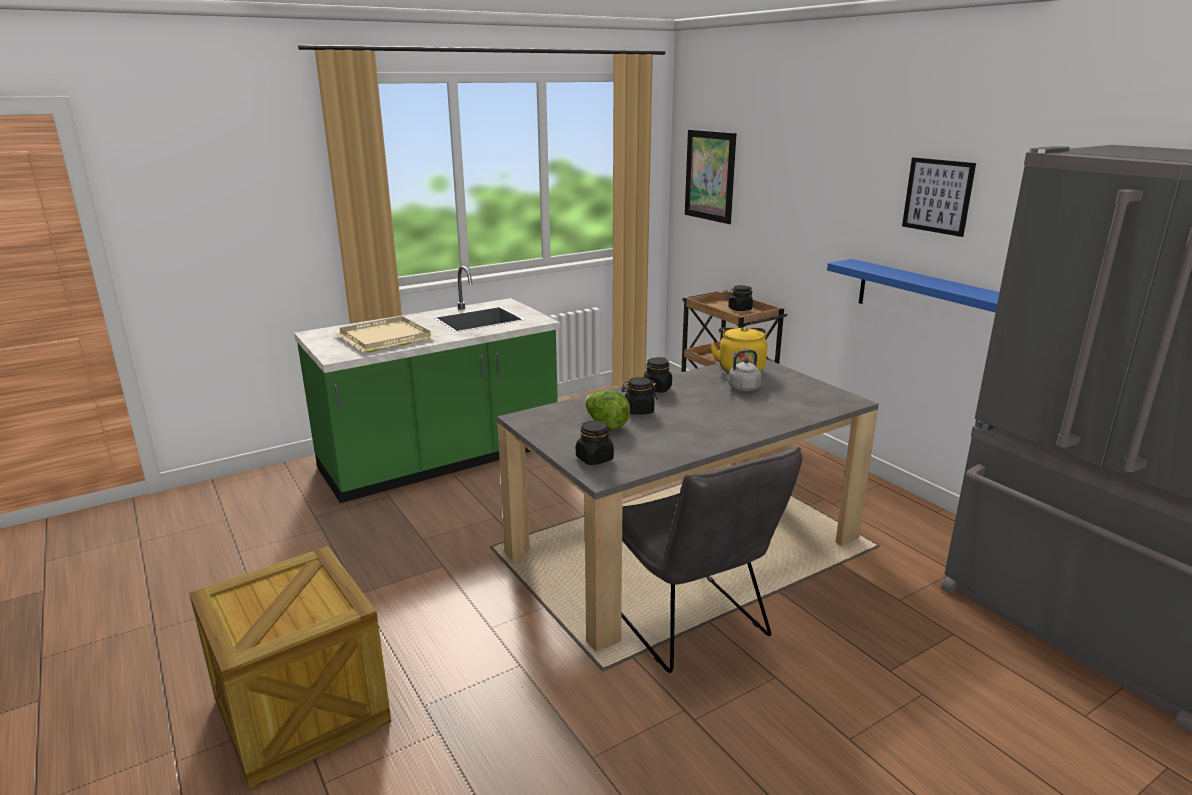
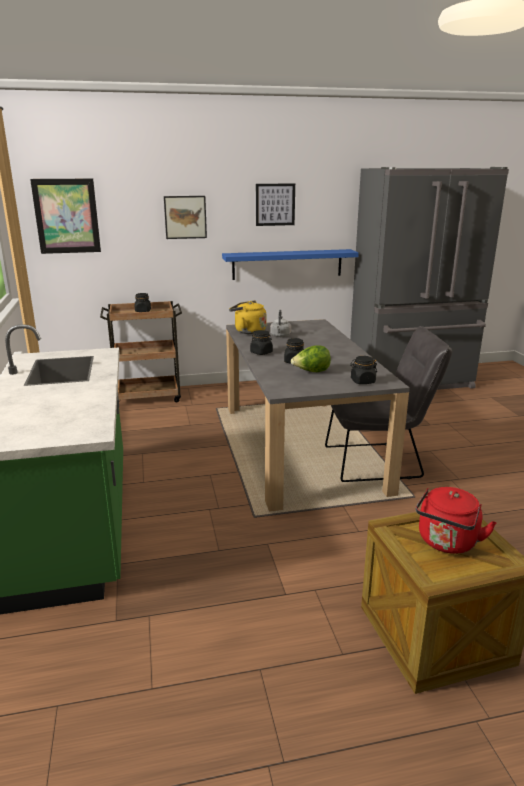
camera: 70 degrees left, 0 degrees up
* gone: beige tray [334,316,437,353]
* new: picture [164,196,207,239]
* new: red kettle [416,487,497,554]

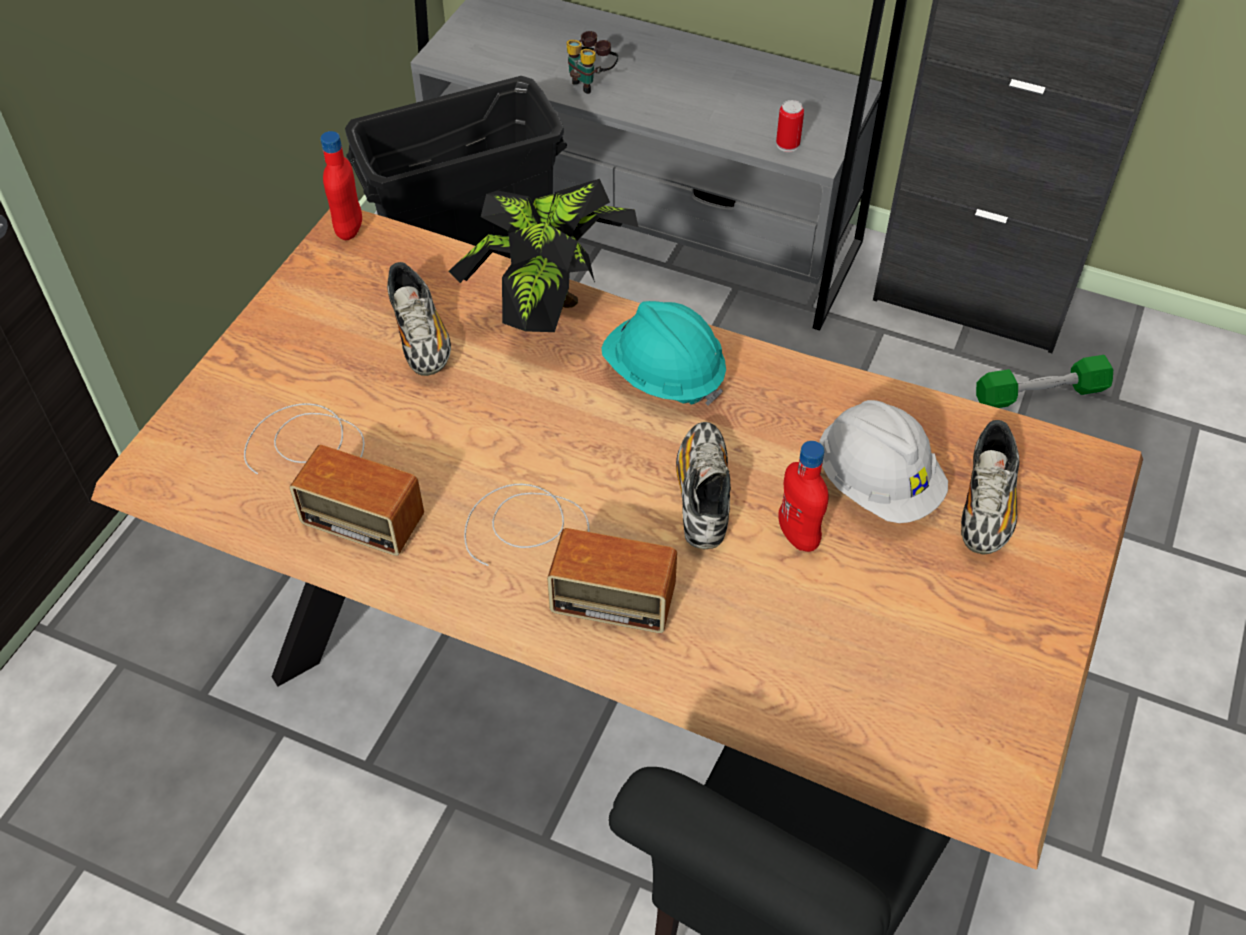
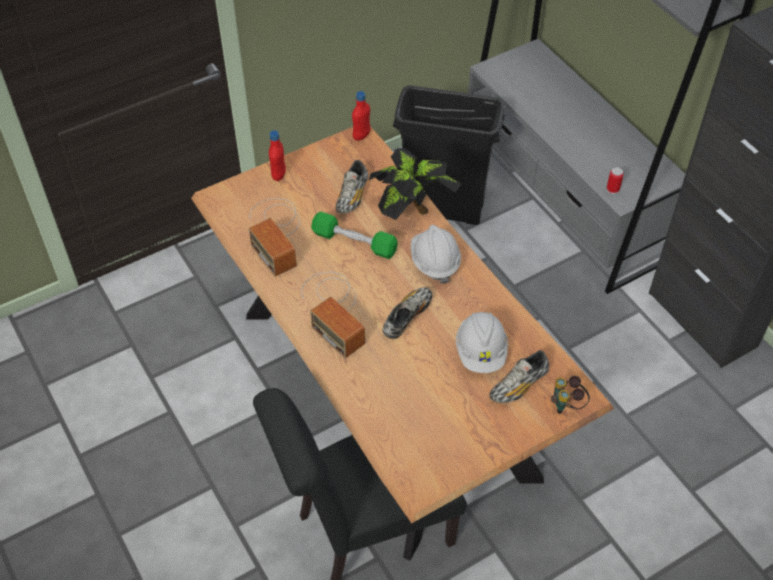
camera: 35 degrees right, 0 degrees up
* shifted: binoculars [566,31,618,94] to [551,376,590,414]
* repainted: turquoise hard hat [602,301,726,406] to white hard hat [411,225,461,284]
* shifted: green dumbbell [976,355,1113,408] to [311,212,398,259]
* shifted: red bottle [778,441,829,552] to [269,130,286,181]

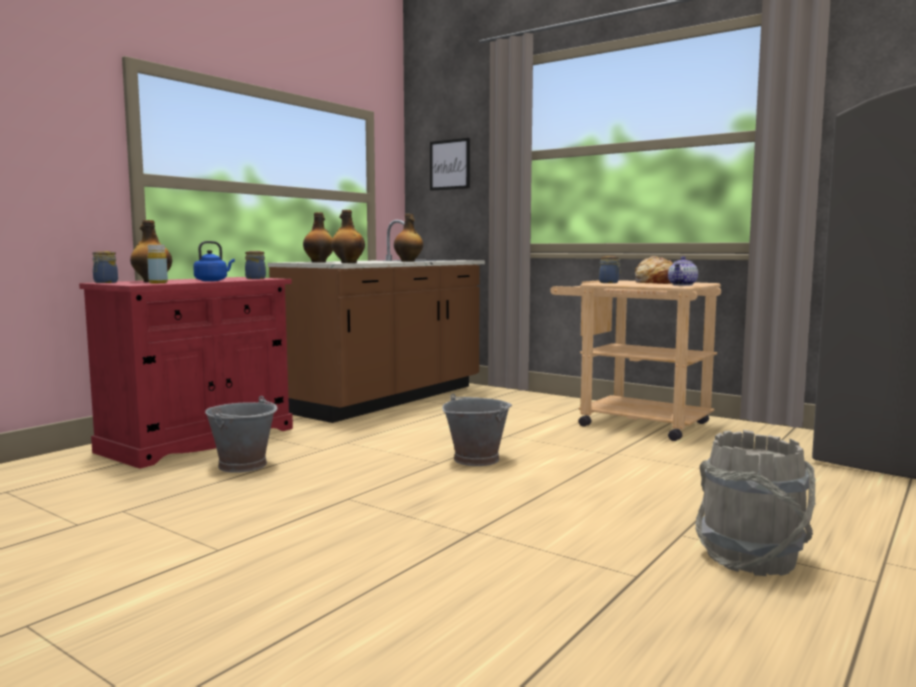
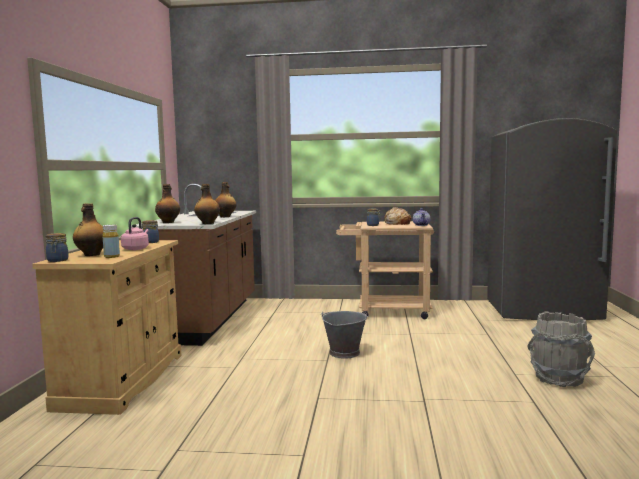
camera: 30 degrees left, 0 degrees up
* gone: picture [430,138,470,191]
* repainted: blue kettle [193,241,235,281] to pink kettle [121,217,149,250]
* repainted: red cabinet [79,277,293,469] to beige cabinet [32,240,181,415]
* gone: grey bucket [205,396,277,473]

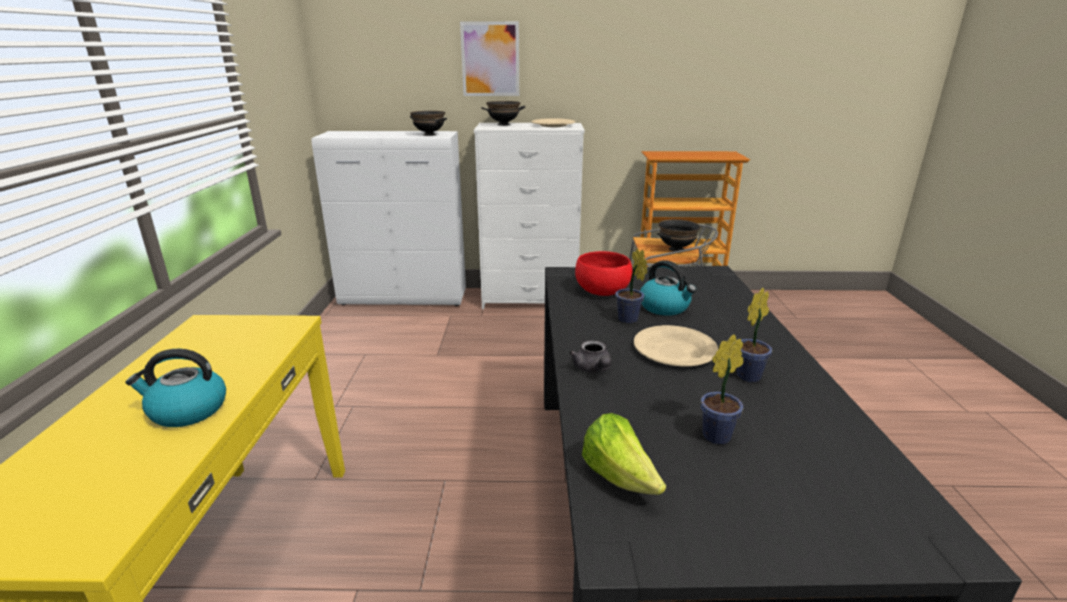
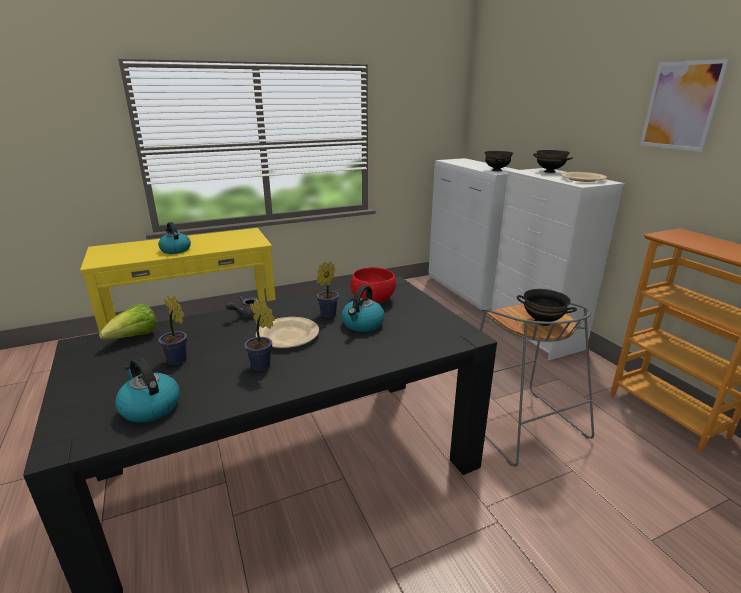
camera: 65 degrees right, 0 degrees up
* shifted: picture [460,21,519,96] to [640,59,730,152]
* new: kettle [115,357,180,423]

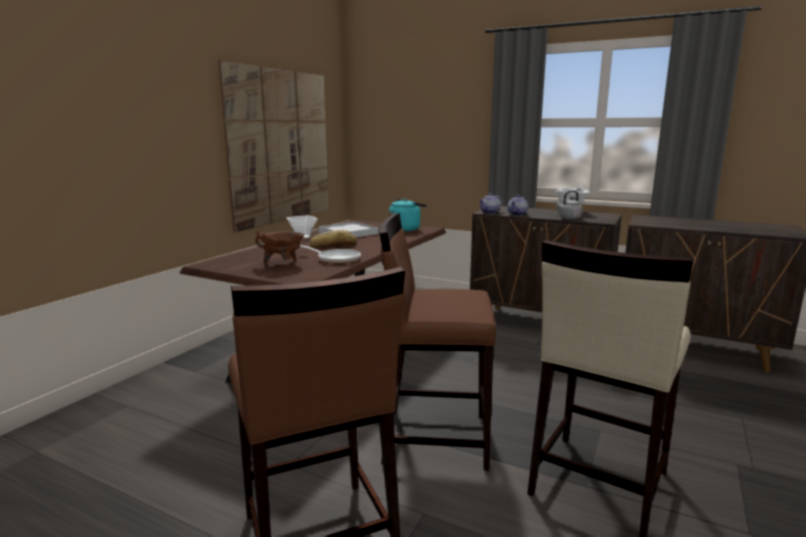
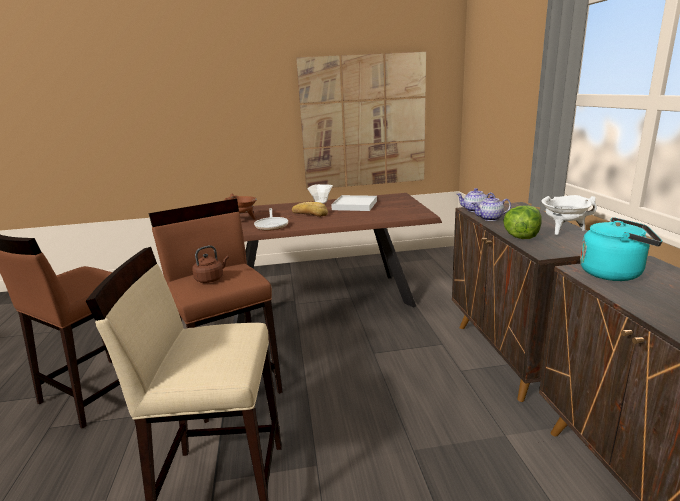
camera: 55 degrees right, 5 degrees up
* swapped: grey kettle [555,191,583,219] to lettuce [503,205,542,239]
* shifted: turquoise kettle [389,198,427,231] to [580,217,662,281]
* new: brown kettle [192,245,229,283]

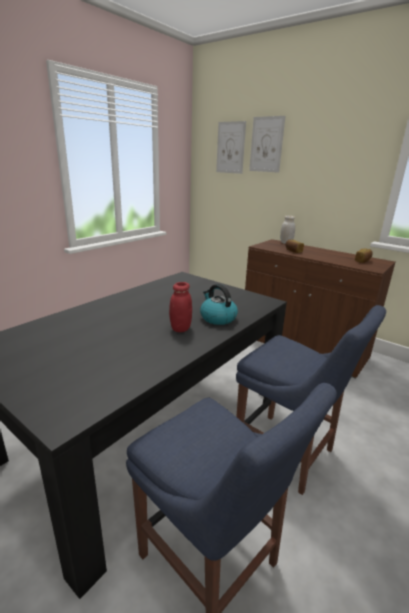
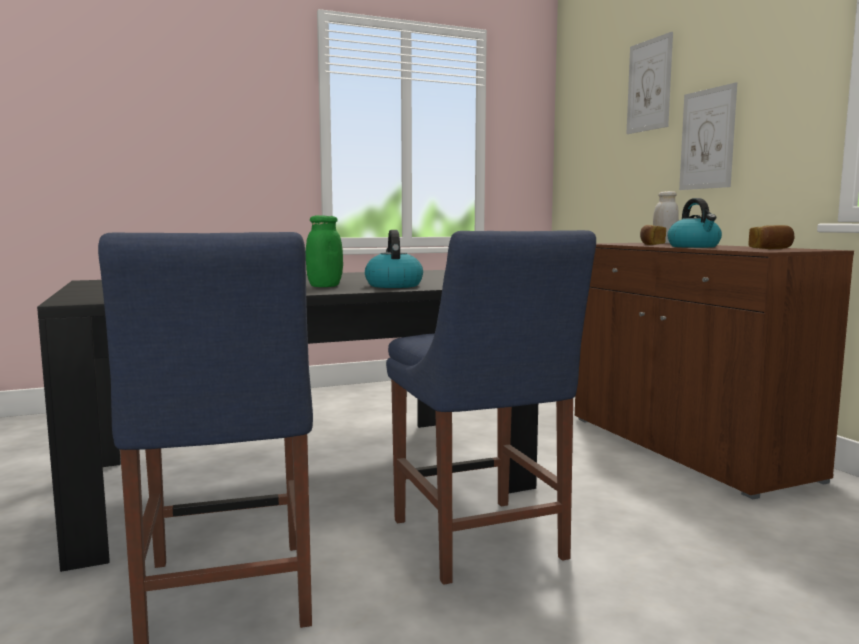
camera: 30 degrees right, 15 degrees down
* shifted: picture [216,121,246,174] to [679,83,737,190]
* repainted: red jar [169,282,192,332] to green jar [306,215,343,287]
* new: kettle [667,198,722,248]

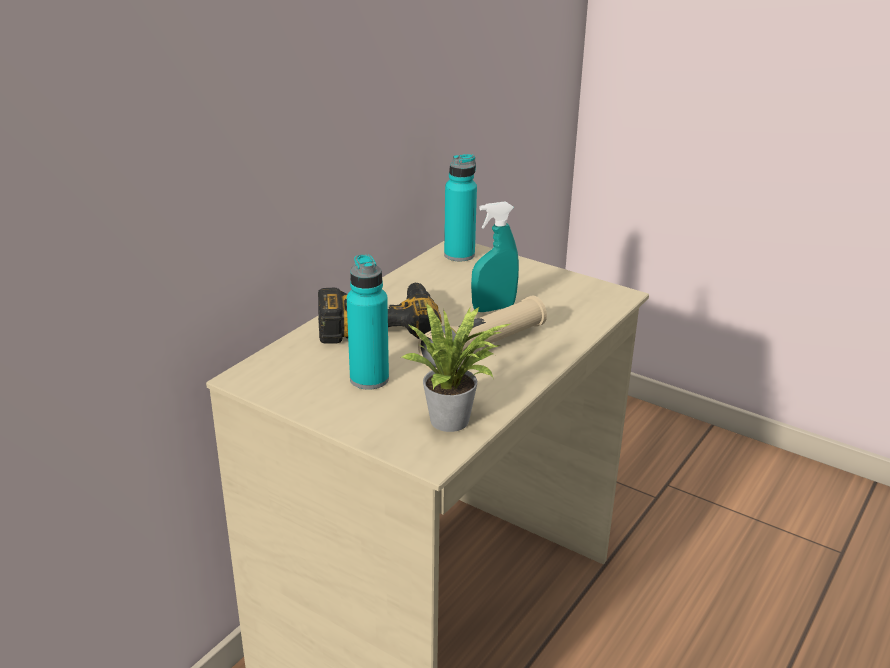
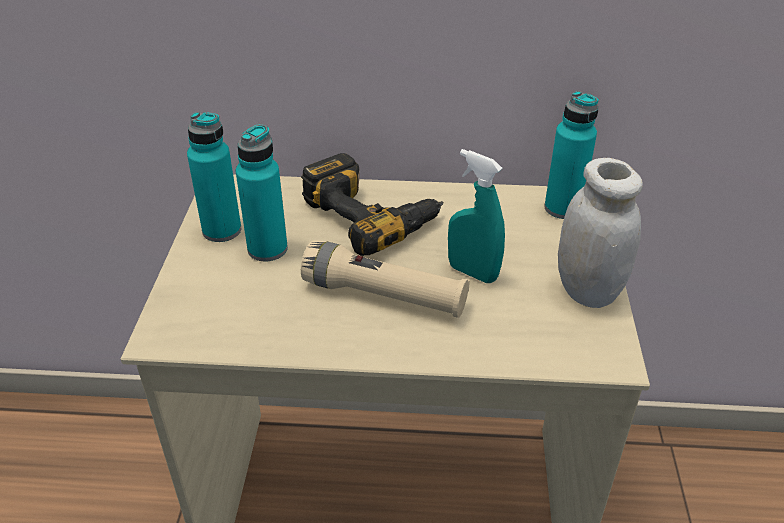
camera: 60 degrees right, 10 degrees up
* gone: potted plant [402,303,510,432]
* new: turquoise bottle [187,112,241,242]
* new: white jar [558,158,643,308]

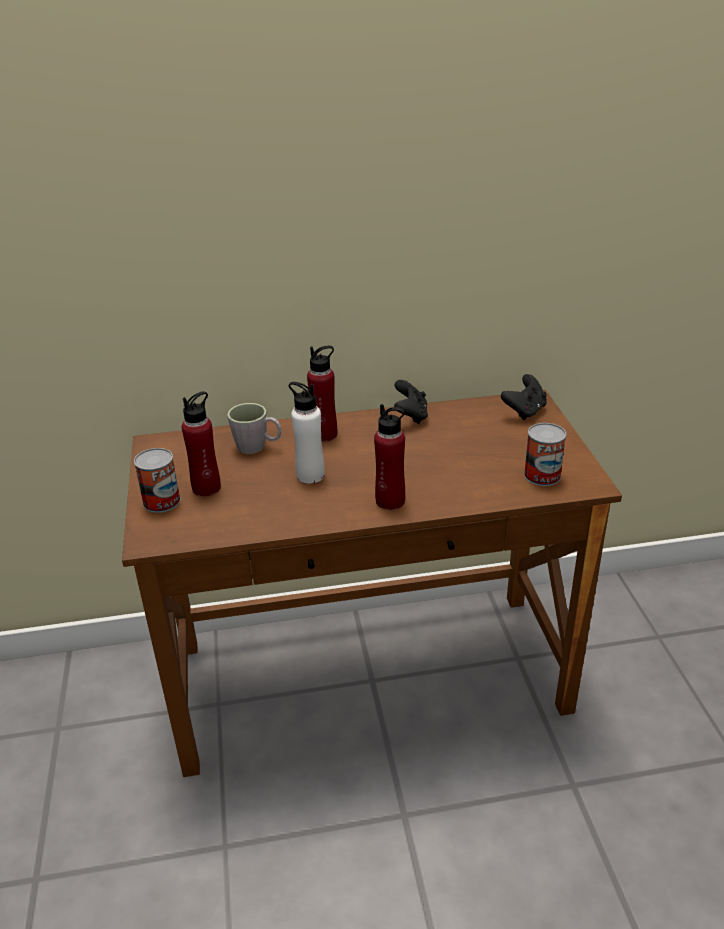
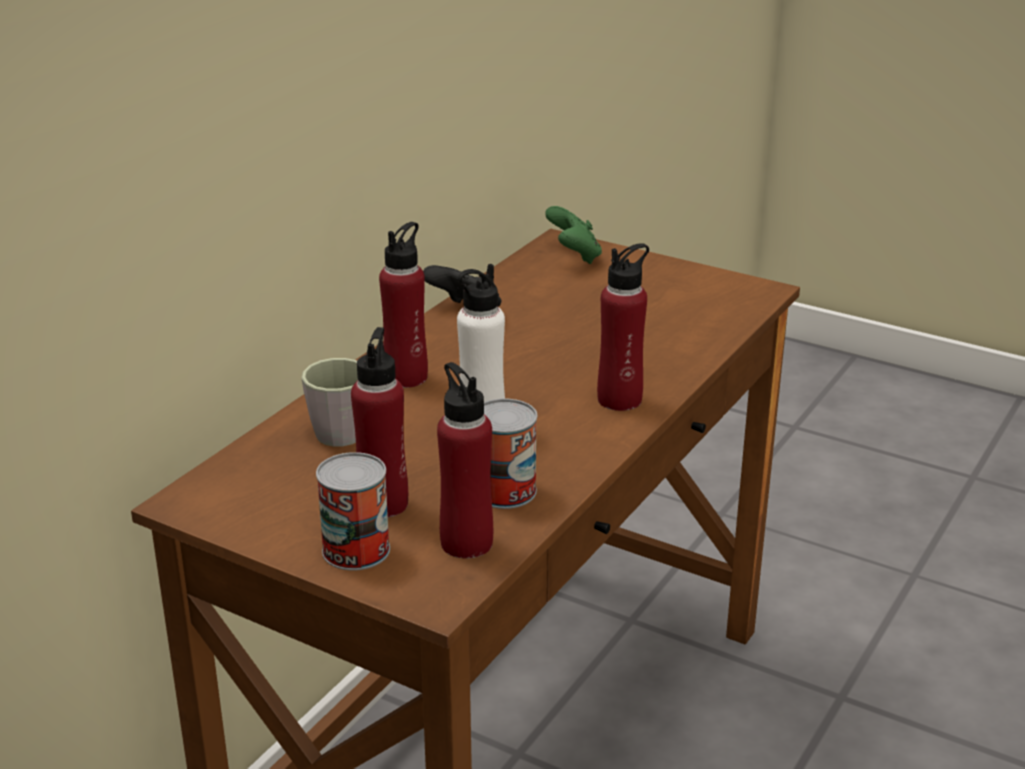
camera: 50 degrees left, 5 degrees down
* repainted: black game controller [501,374,547,420] to green game controller [545,206,602,264]
* shifted: can [524,423,566,486] to [484,399,537,509]
* new: red bottle [437,362,493,558]

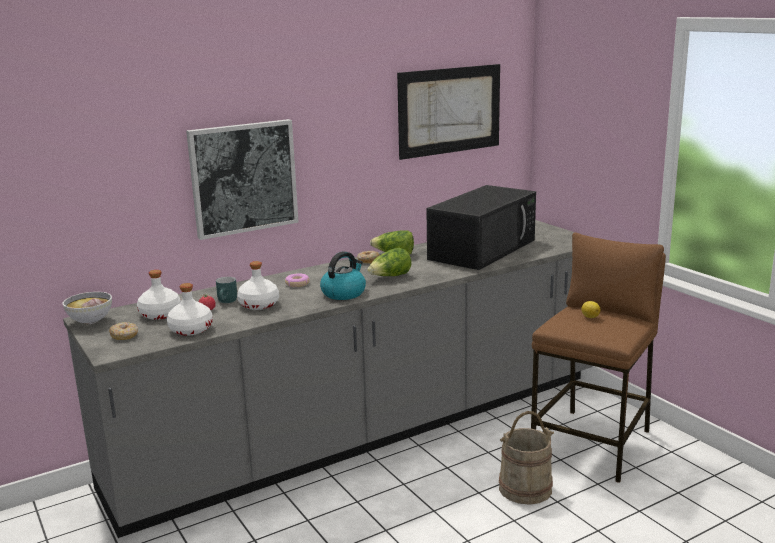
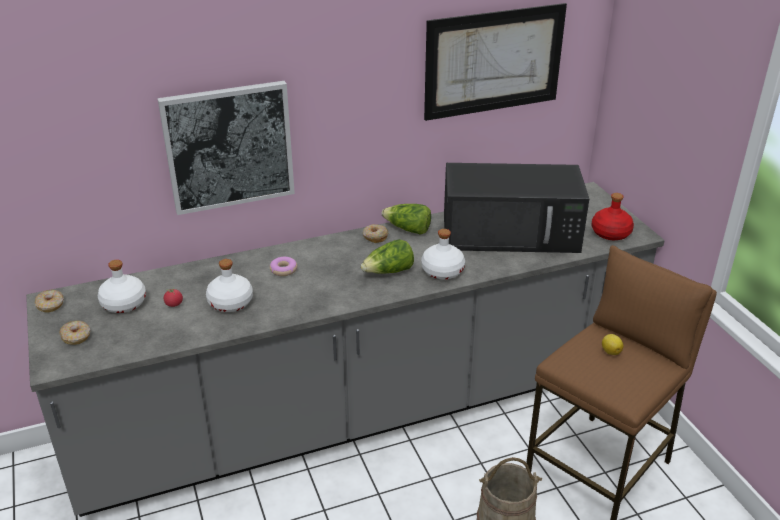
camera: 10 degrees right, 15 degrees up
* rotated: black microwave [426,185,536,270] = [444,163,589,253] 45 degrees clockwise
* gone: kettle [320,251,366,300]
* gone: turquoise mug [216,277,237,303]
* shifted: white bottle [167,283,213,336] to [421,229,465,279]
* swapped: bowl [63,292,112,324] to donut [35,290,64,312]
* new: red bottle [592,193,634,240]

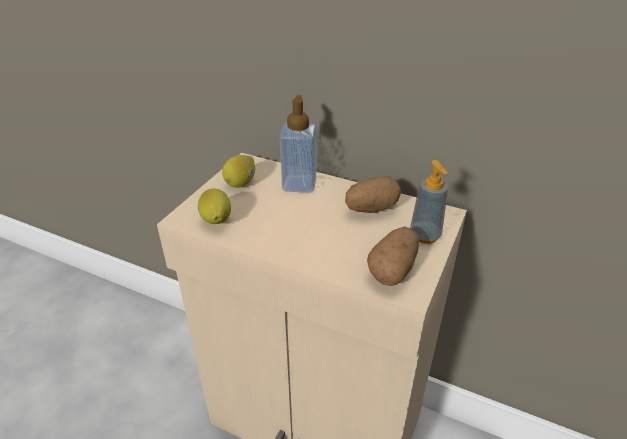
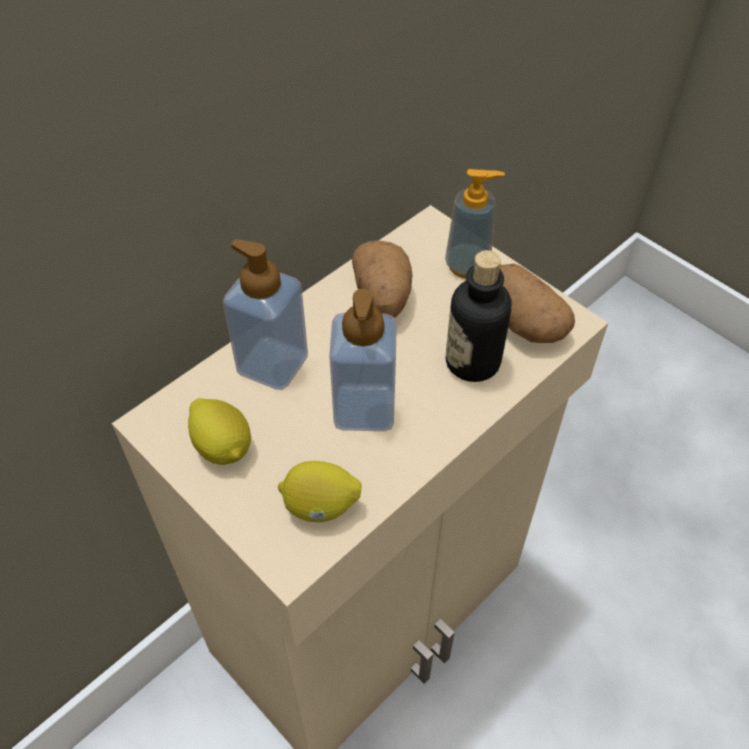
camera: 70 degrees left, 15 degrees up
* new: bottle [446,250,511,382]
* new: soap dispenser [329,289,397,431]

